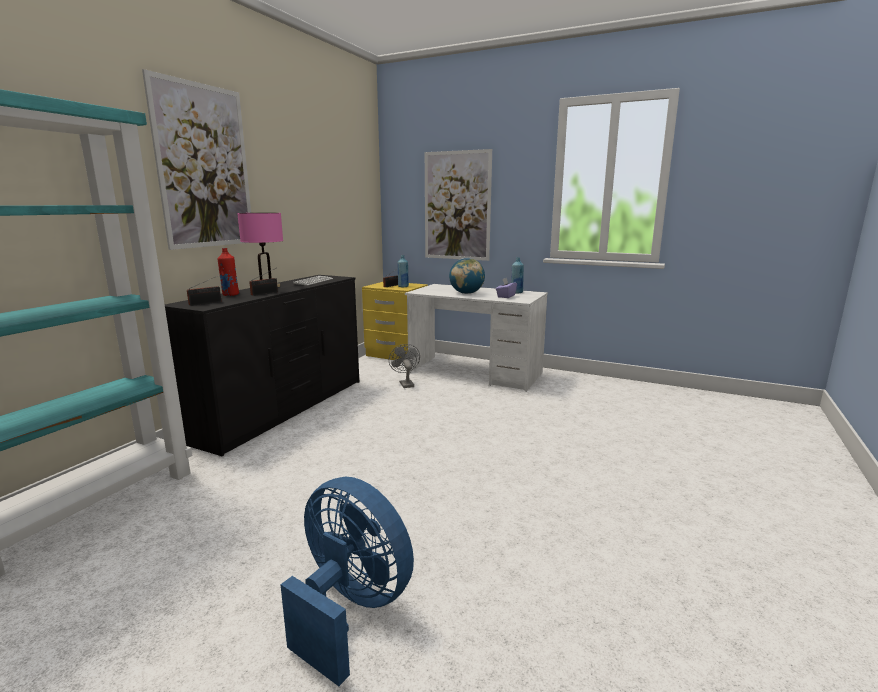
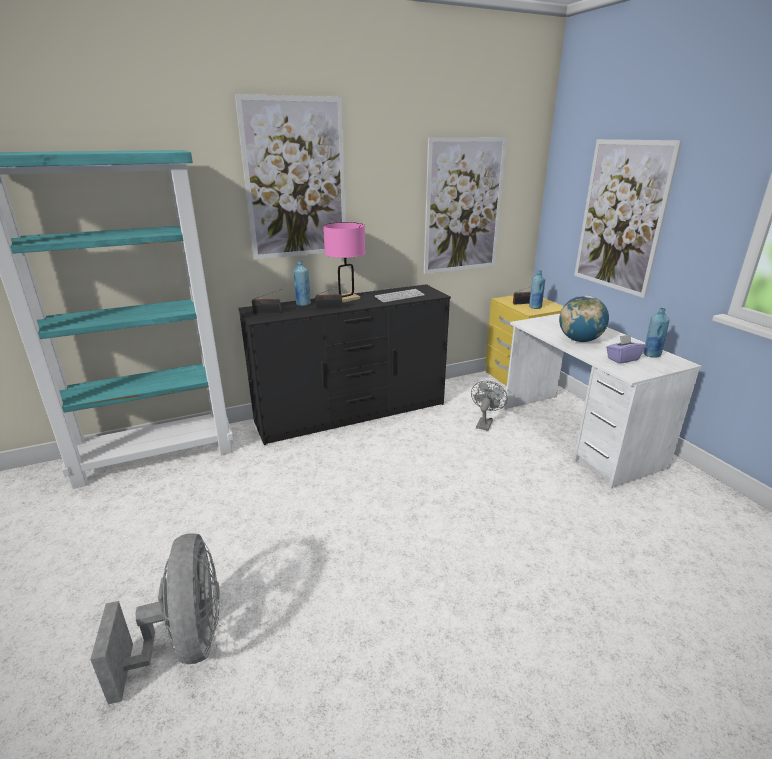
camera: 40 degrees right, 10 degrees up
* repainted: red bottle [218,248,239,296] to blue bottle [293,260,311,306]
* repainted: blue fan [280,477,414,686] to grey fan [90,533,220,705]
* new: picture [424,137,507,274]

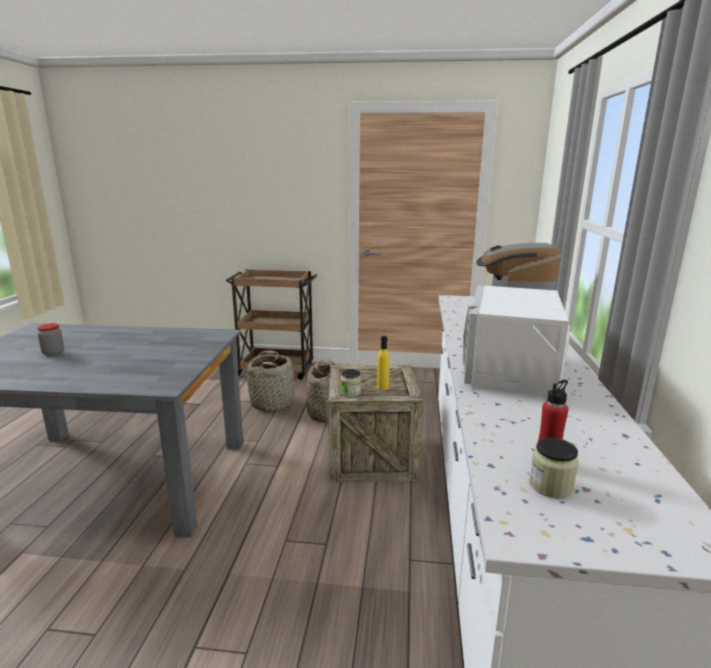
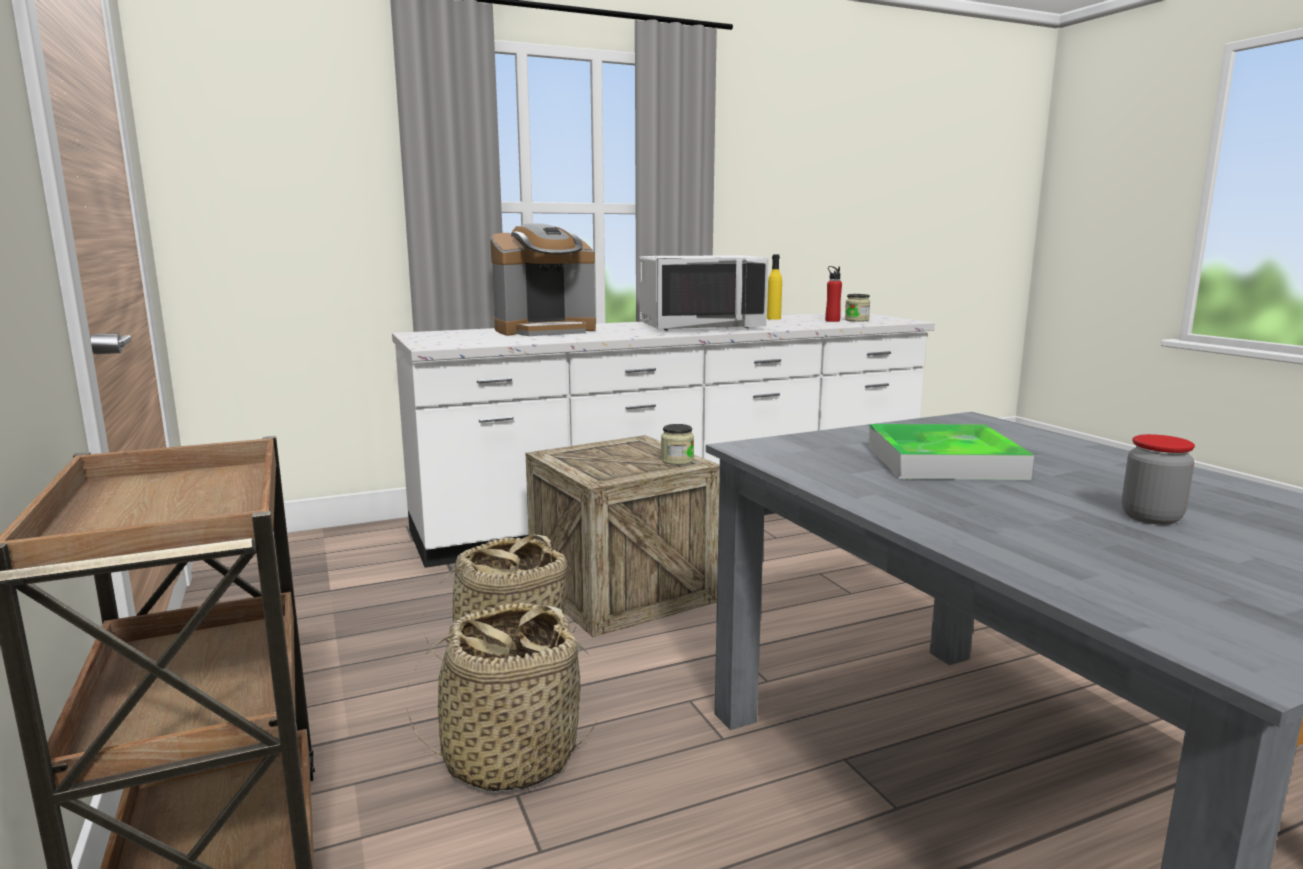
camera: 120 degrees left, 5 degrees down
* shifted: yellow bottle [377,336,390,390] to [767,254,782,320]
* new: tray [868,424,1034,480]

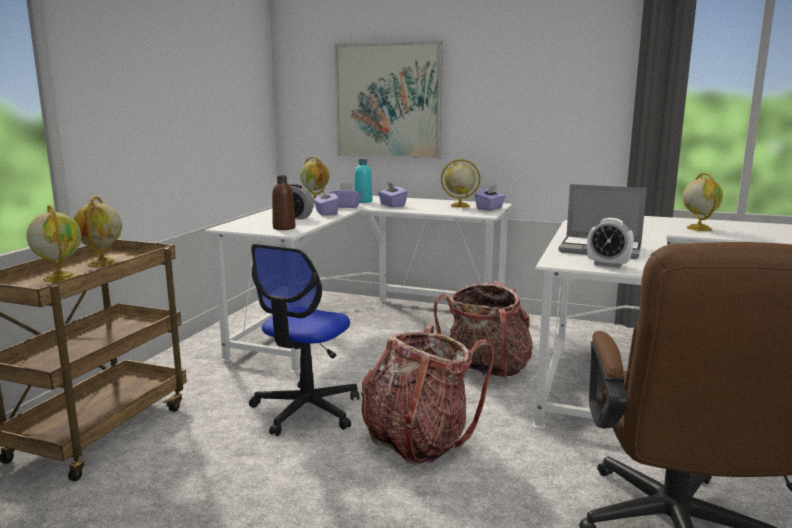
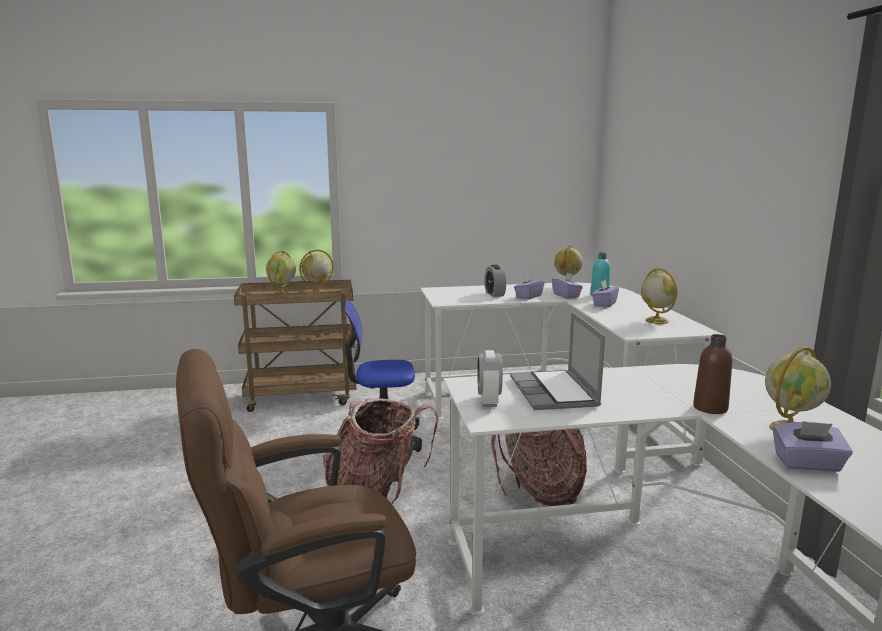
camera: 60 degrees right, 0 degrees up
* gone: picture [334,41,443,159]
* shifted: brown bottle [272,176,295,230] to [693,334,732,414]
* shifted: purple tissue box [475,185,506,211] to [773,421,853,472]

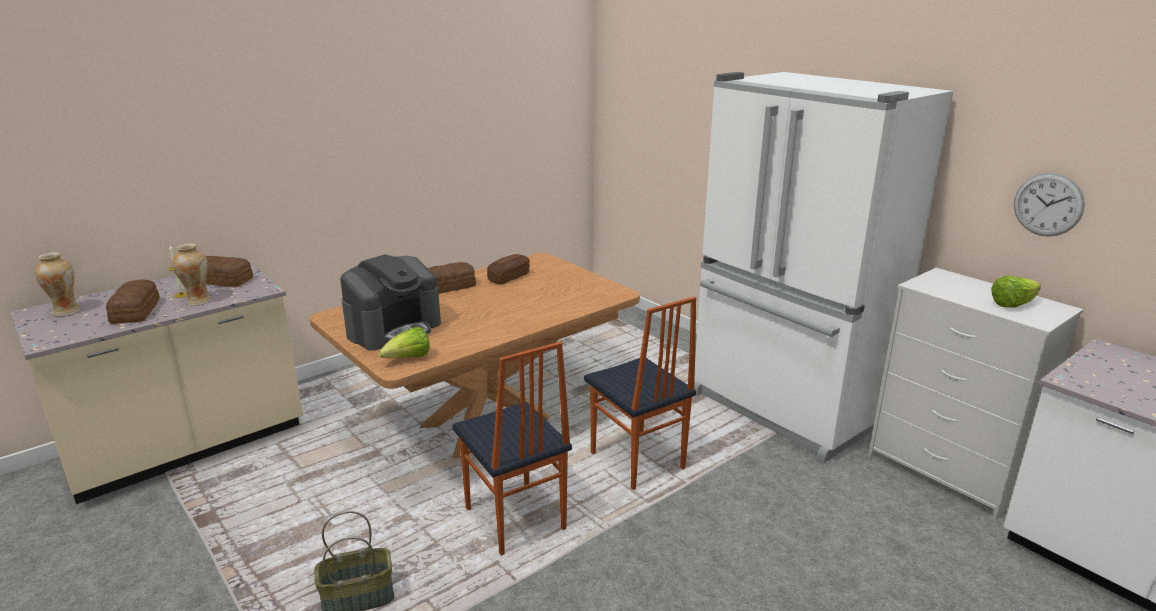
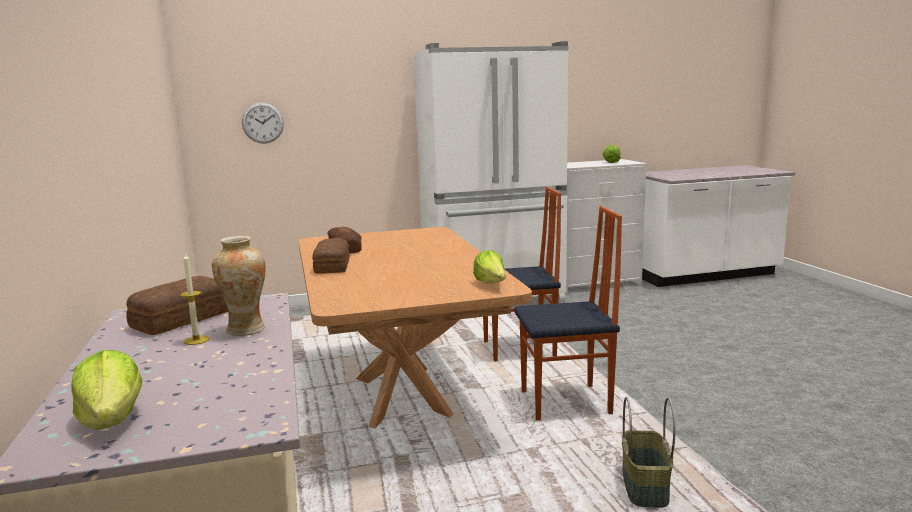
camera: 65 degrees left, 10 degrees down
* shifted: wall clock [1014,173,1085,236] to [242,102,284,144]
* swapped: vase [34,252,81,316] to lettuce [71,350,142,430]
* gone: coffee machine [340,254,441,350]
* gone: bread [106,279,160,324]

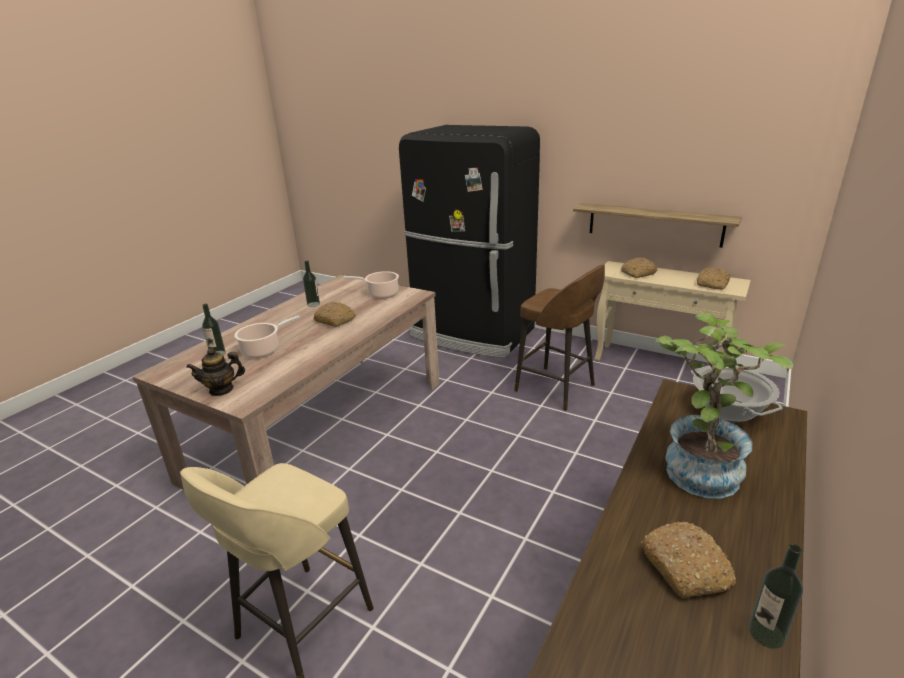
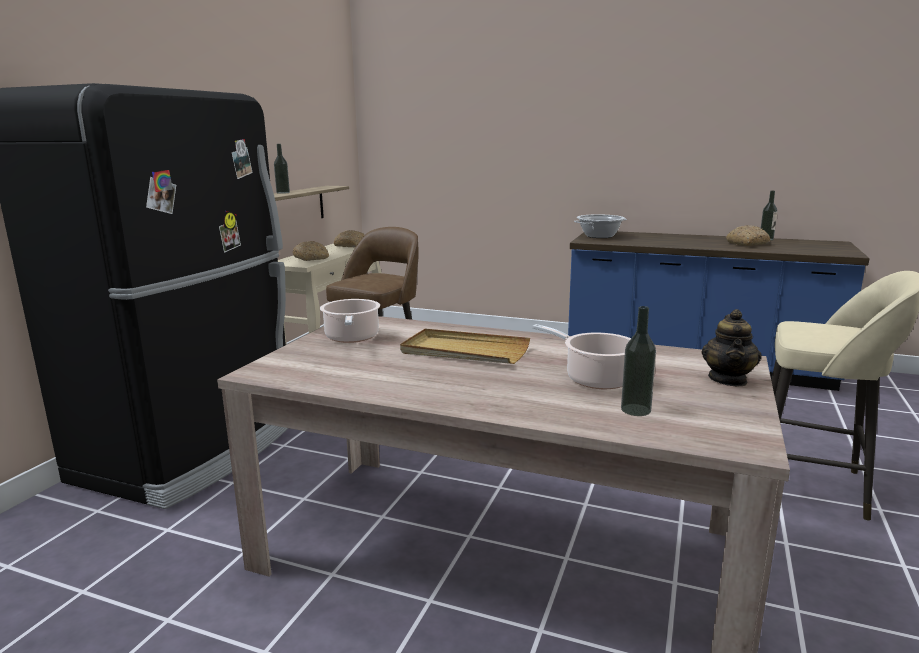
camera: 100 degrees left, 10 degrees down
* shifted: bottle [303,260,320,307] to [274,144,290,194]
* swapped: bread [313,302,356,327] to beige tray [400,329,530,364]
* gone: potted plant [653,312,793,498]
* rotated: teapot [186,348,245,396] = [701,309,761,386] 45 degrees clockwise

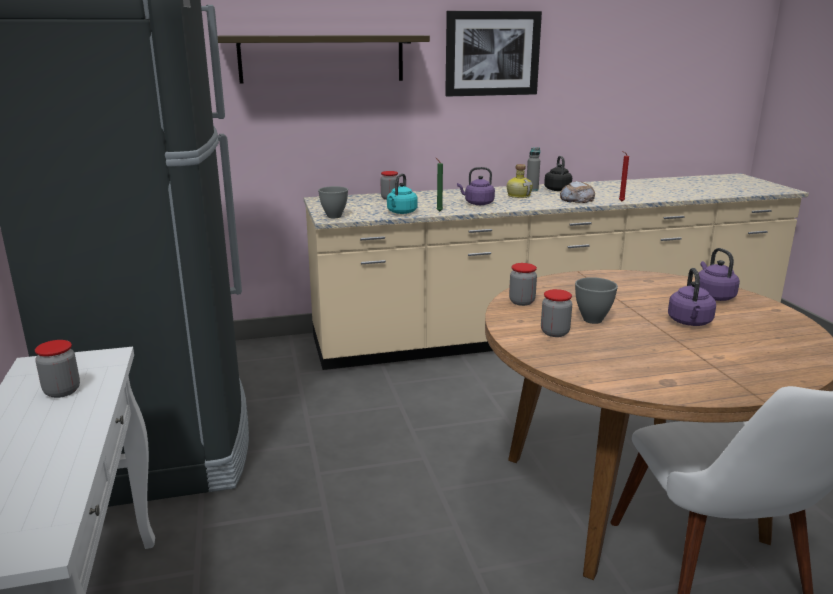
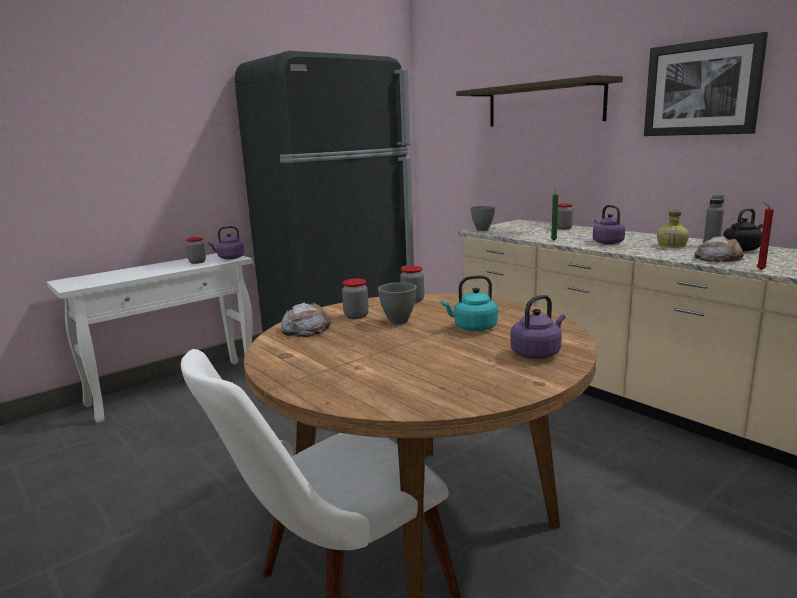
camera: 65 degrees right, 5 degrees down
* shifted: turquoise kettle [387,173,418,214] to [441,275,498,331]
* shifted: purple kettle [668,268,716,326] to [208,226,244,260]
* new: bread [281,303,332,337]

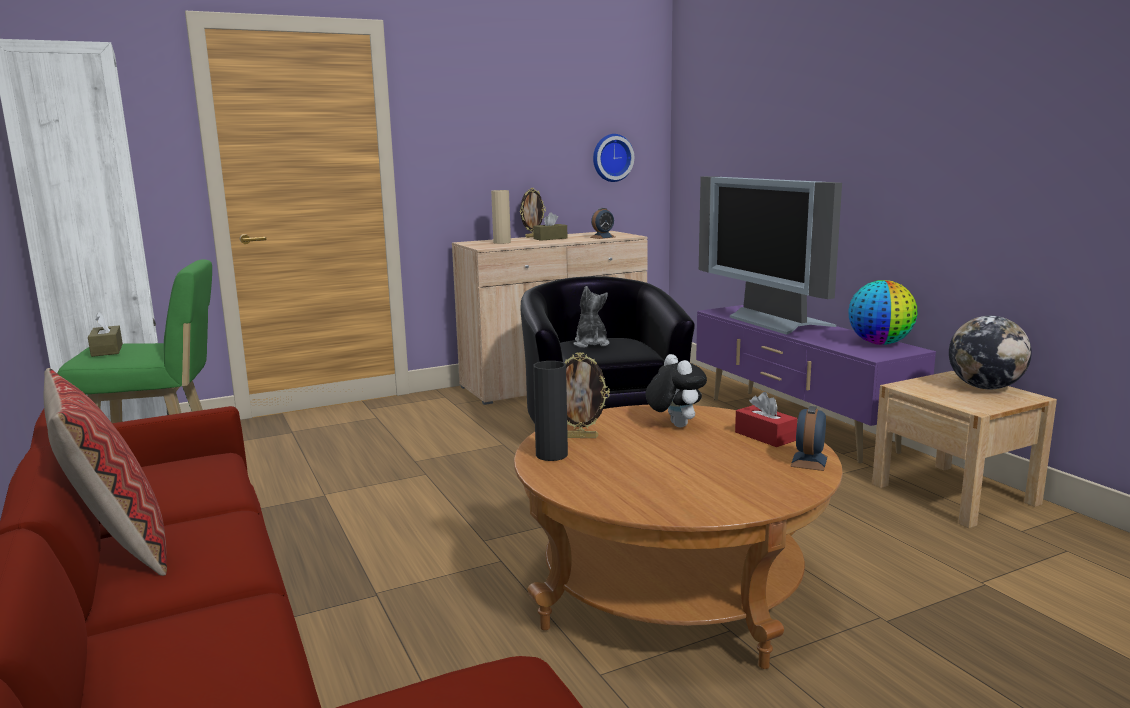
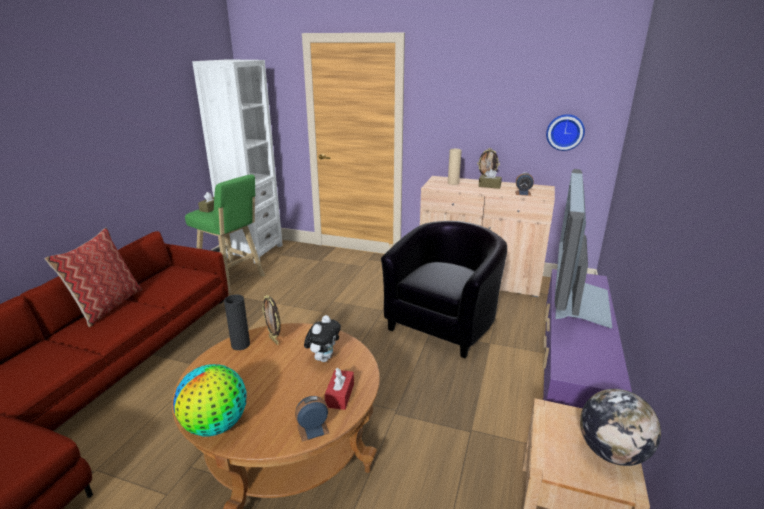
camera: 45 degrees right, 10 degrees up
* shifted: globe [848,280,918,345] to [173,364,246,436]
* gone: plush toy [573,286,610,348]

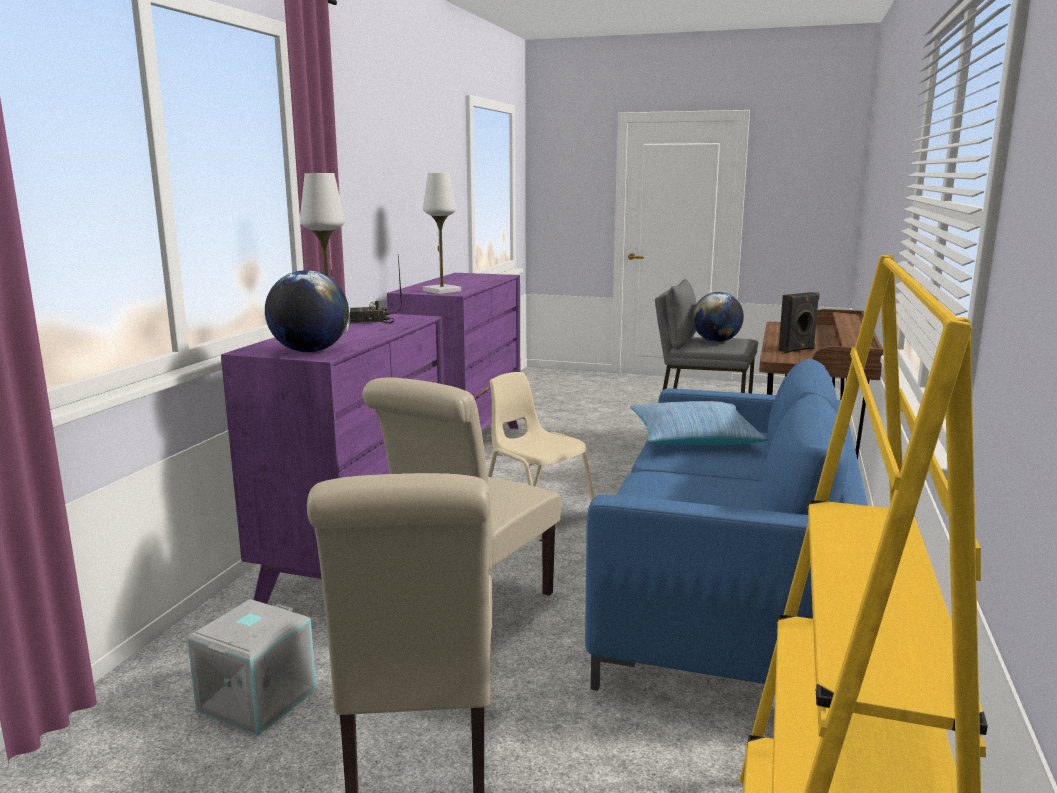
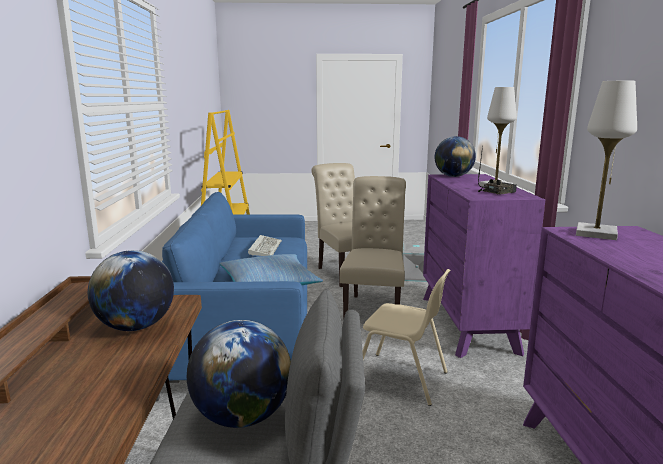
camera: 160 degrees right, 0 degrees up
* swapped: black speaker [778,292,820,353] to globe [88,250,174,331]
* new: keyboard [248,235,282,256]

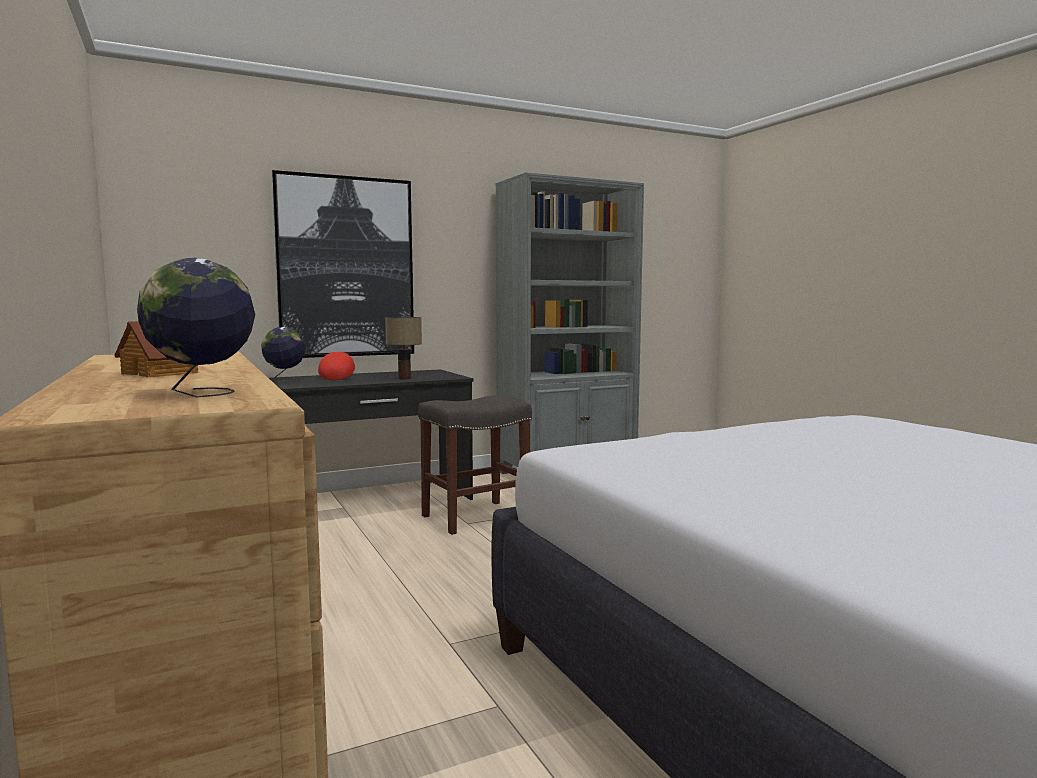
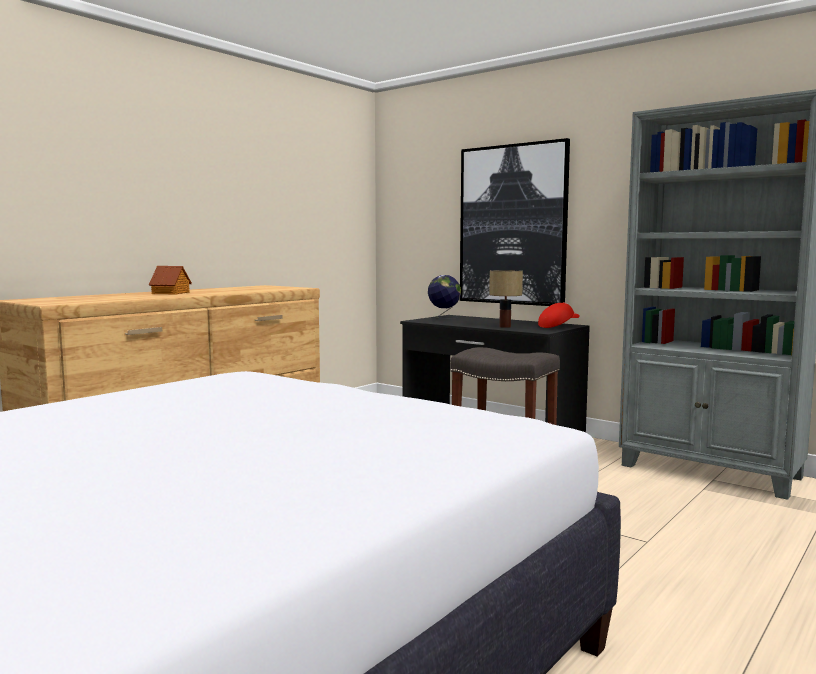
camera: 65 degrees right, 0 degrees up
* gone: globe [137,258,255,398]
* shifted: red cap [318,351,355,380] to [538,302,580,328]

